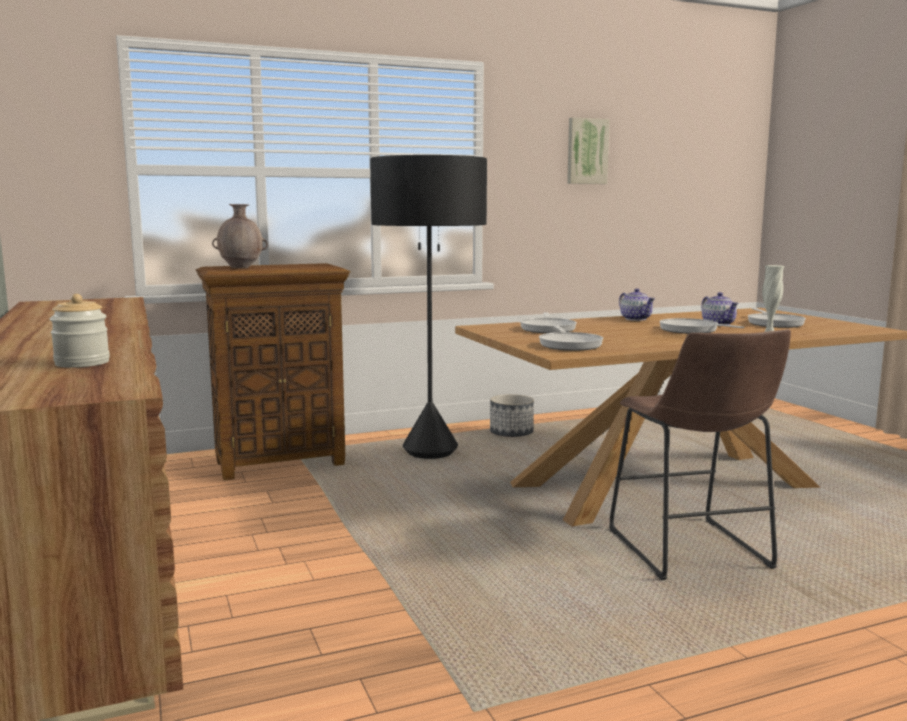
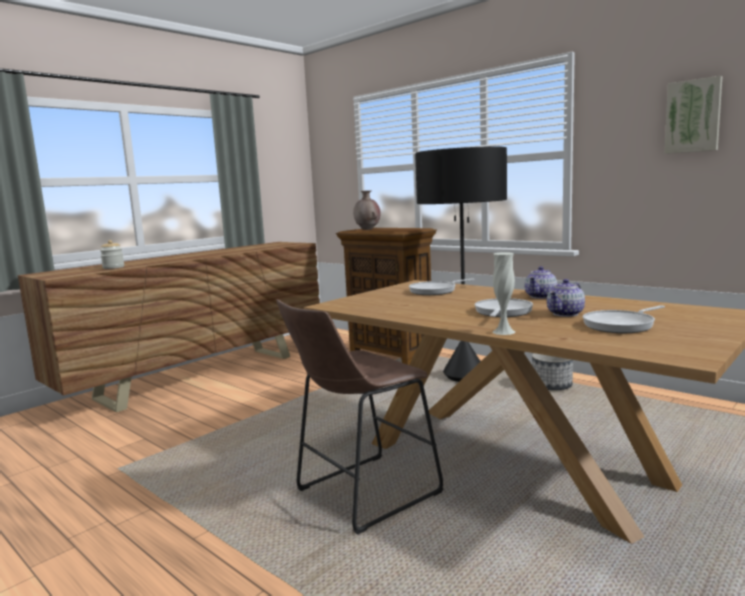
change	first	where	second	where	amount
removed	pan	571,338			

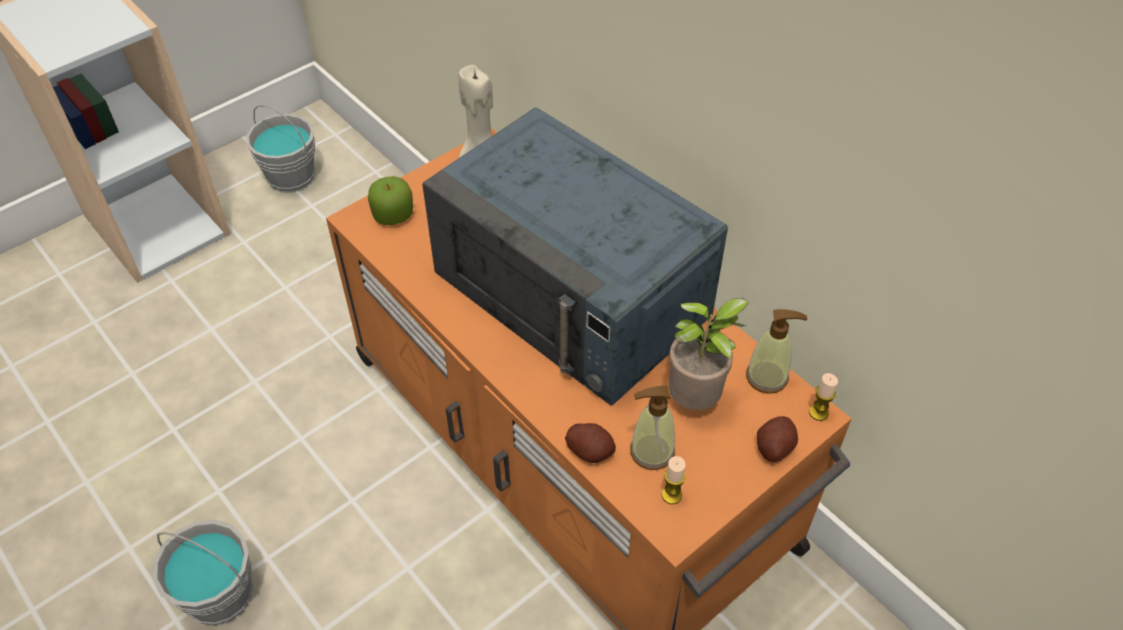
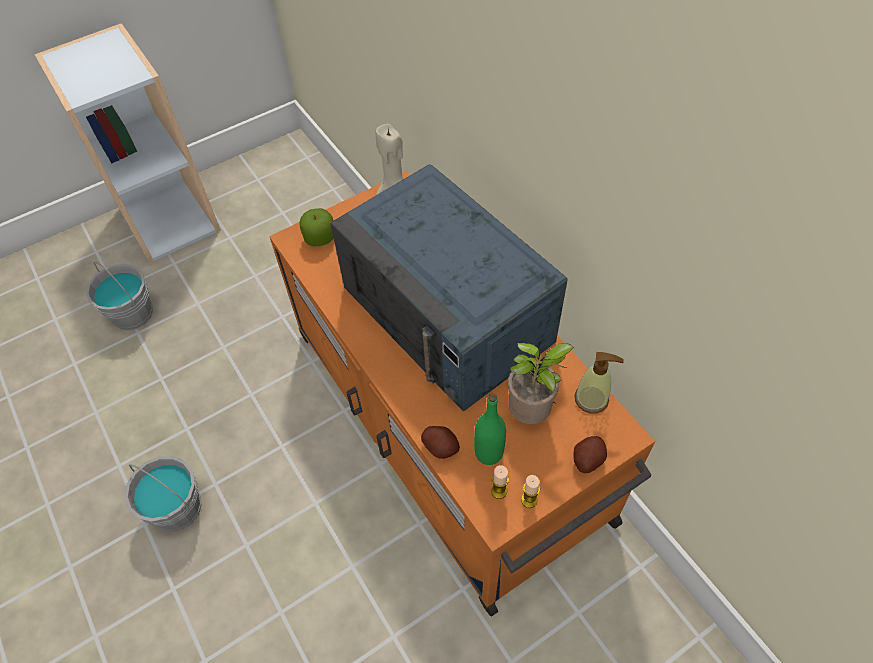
change	first	where	second	where	amount
moved	gray pail	280,149		119,295	
moved	wax light	823,397		530,491	
replaced	liquid soap bottle	652,427	green-coloured drink bottle	490,429	

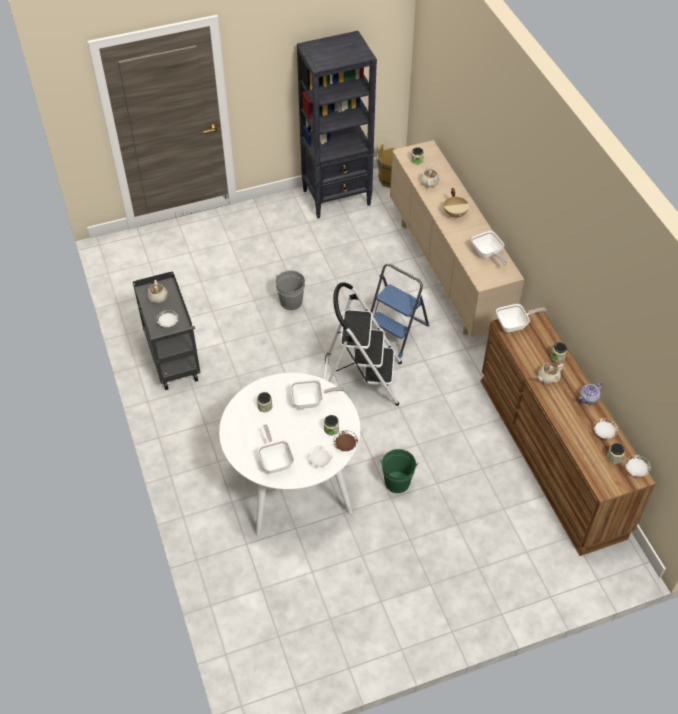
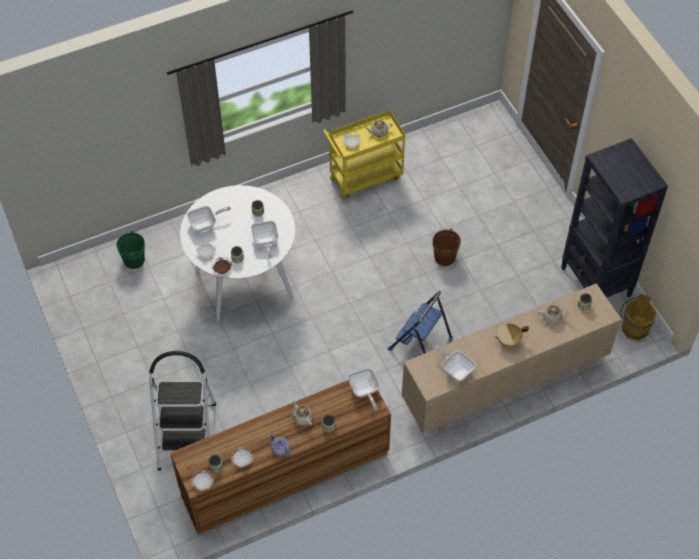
change	first	where	second	where	amount
turned	pan	489,248		454,363	75 degrees clockwise
recoloured	gray pail	291,290	brown-coloured pail	447,247	
recoloured	gray cart	167,331	yellow cart	364,155	
moved	stepladder	362,344		182,411	
moved	green-coloured pail	399,471		130,249	

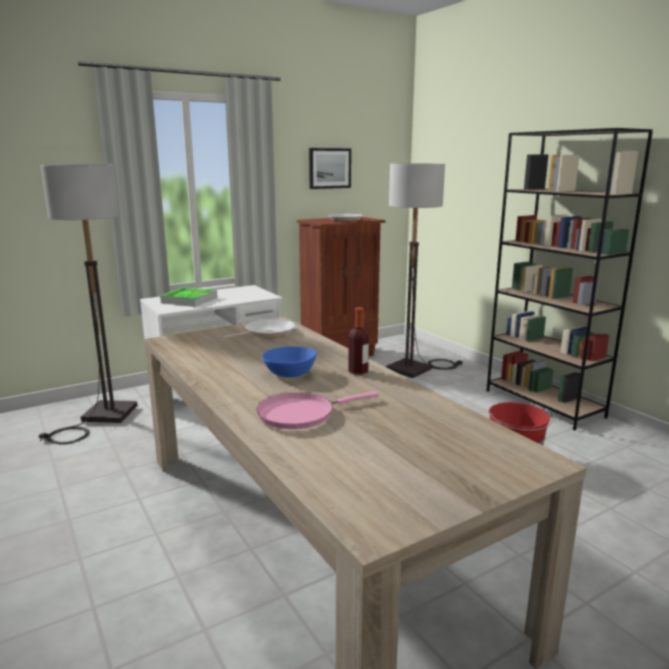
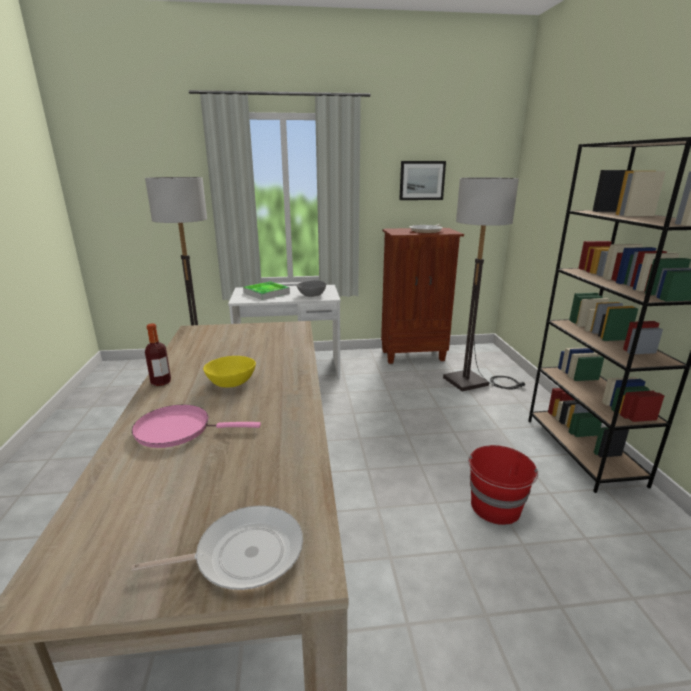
change	first	where	second	where	amount
moved	drink bottle	358,341		158,354	
moved	pan	258,329		217,548	
recoloured	blue bowl	289,362	yellow bowl	229,372	
added			gray bowl	311,288	

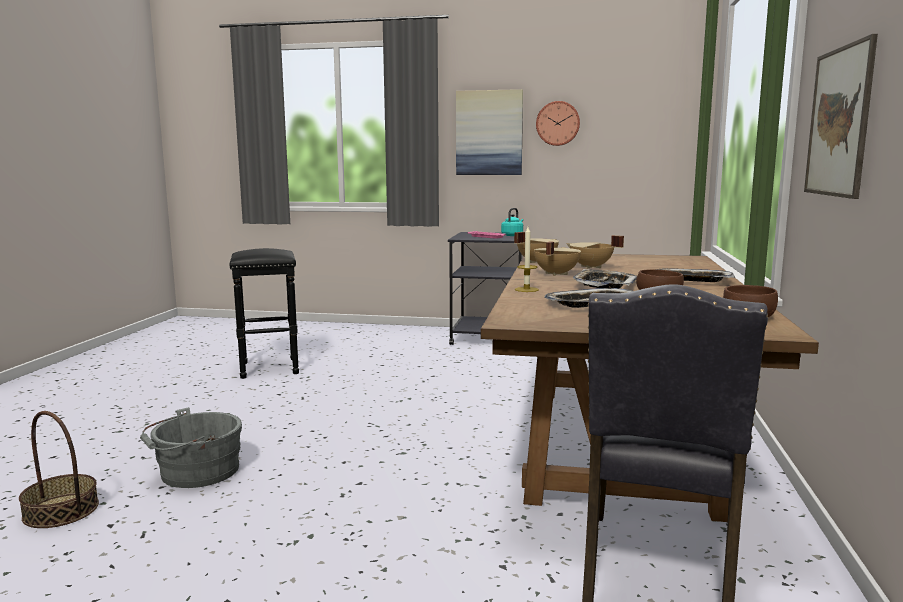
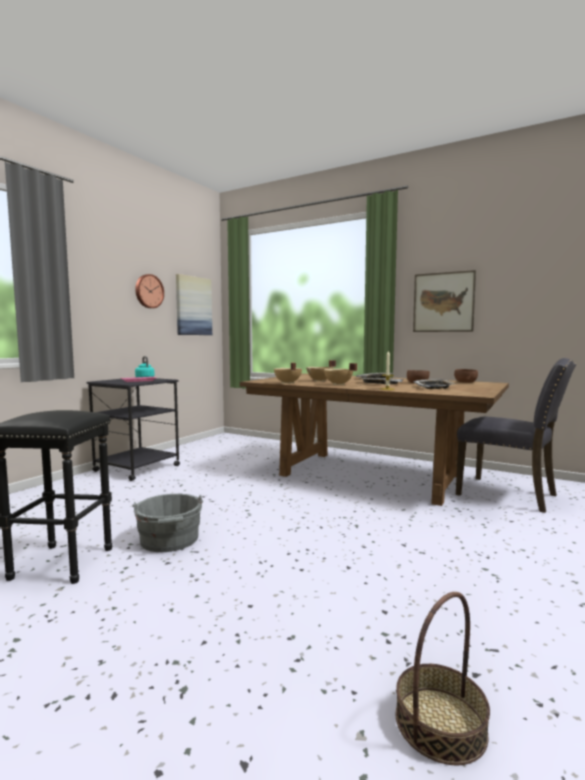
change	first	where	second	where	amount
moved	wall picture	489,132		194,304	
moved	gray pail	191,447		167,523	

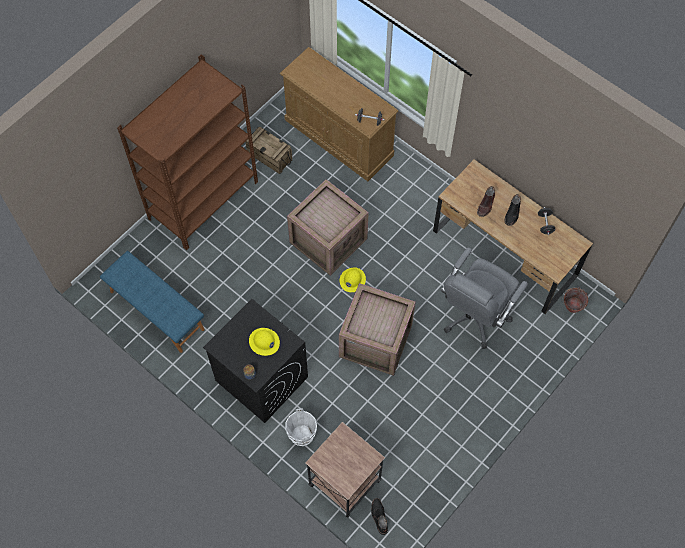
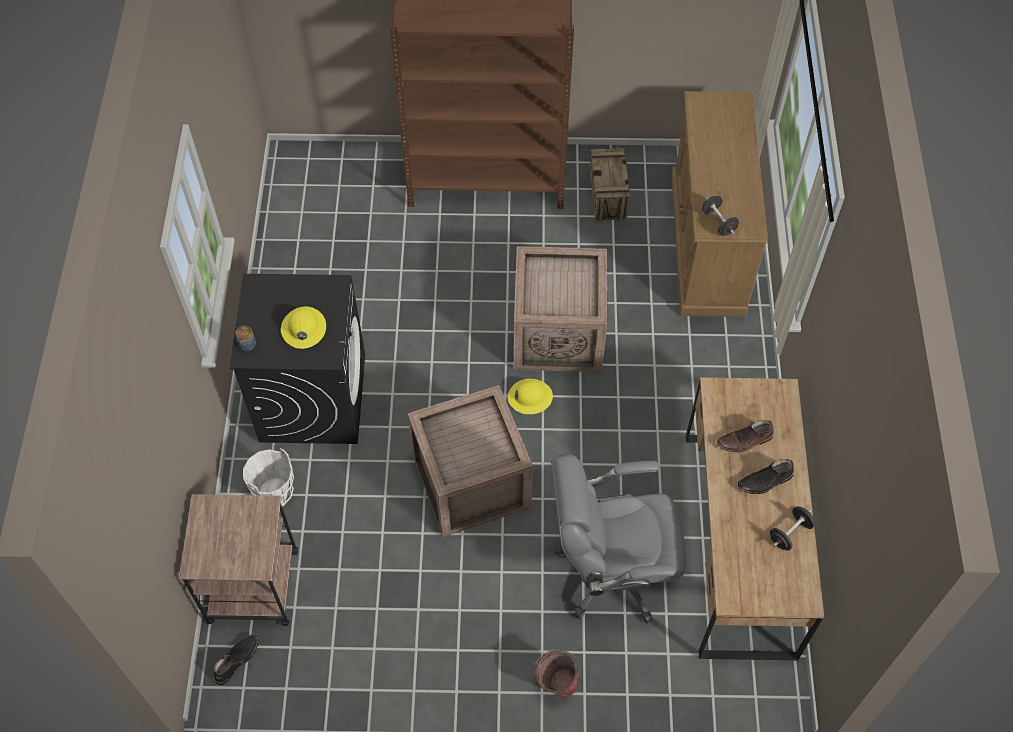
change	first	where	second	where	amount
removed	blue bench	152,302			
moved	pail	575,300		557,673	

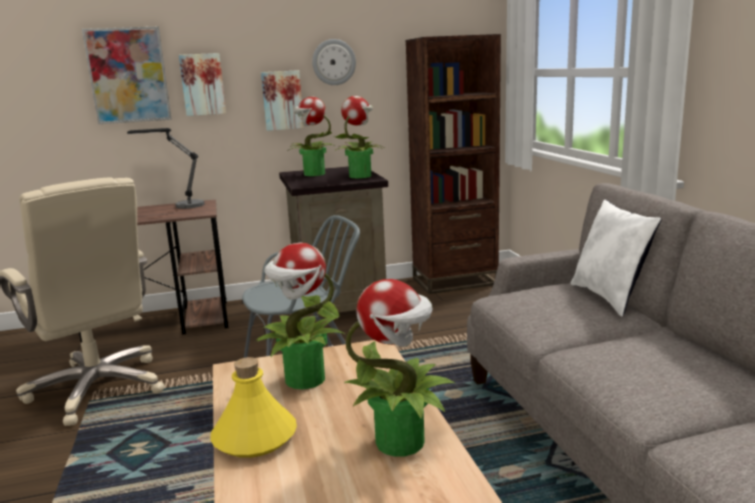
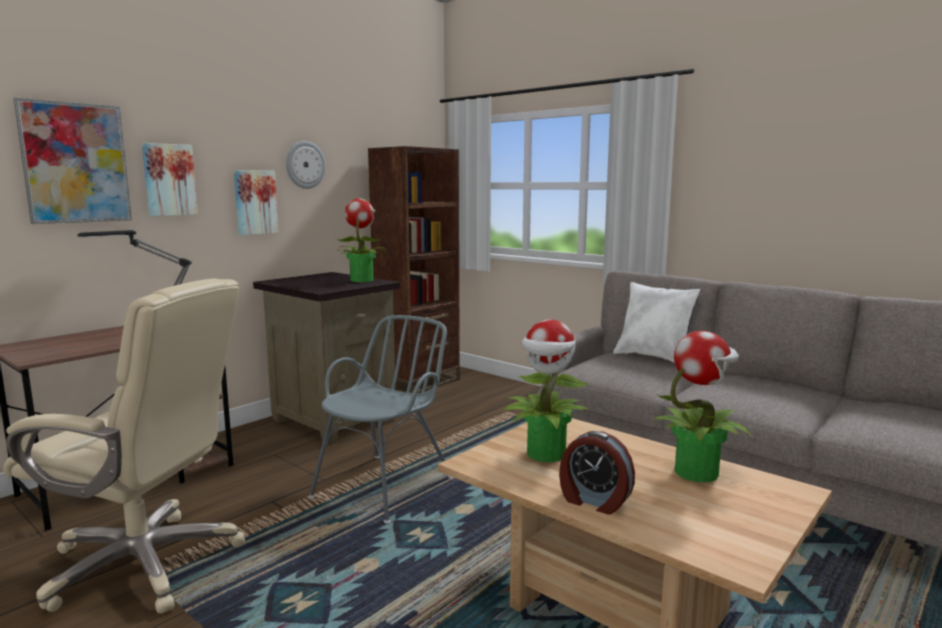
change	first	where	second	where	amount
removed	potted plant	311,136			
replaced	yellow drink bottle	253,407	alarm clock	597,473	

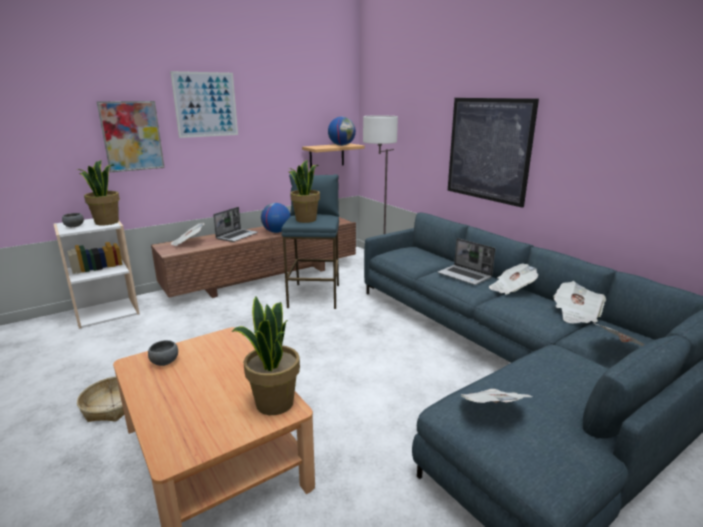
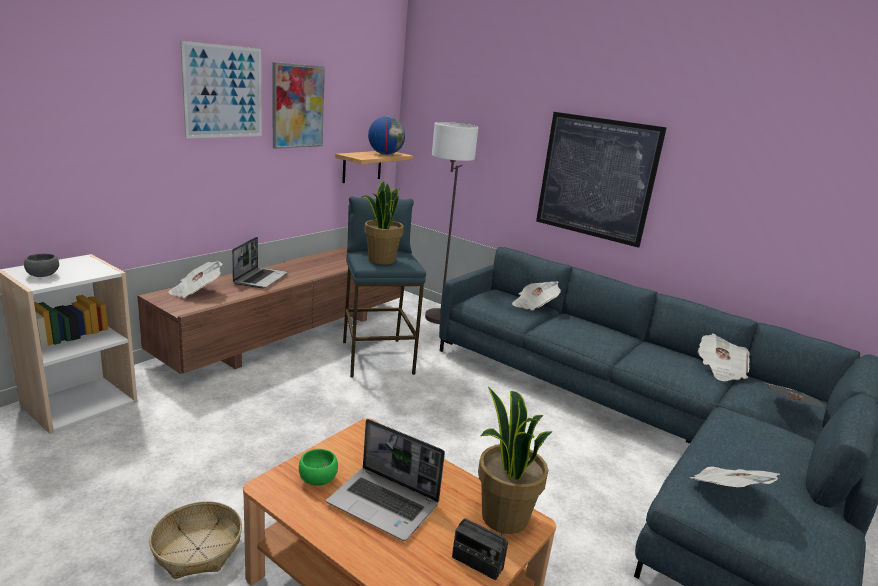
change	first	where	second	where	amount
moved	wall picture	131,136		299,105	
removed	potted plant	98,193			
removed	world globe	276,218			
moved	notebook computer	466,261		385,480	
moved	daily paper	513,279		536,295	
recoloured	gray bowl	163,353	green-coloured bowl	318,467	
added			radio set	480,548	

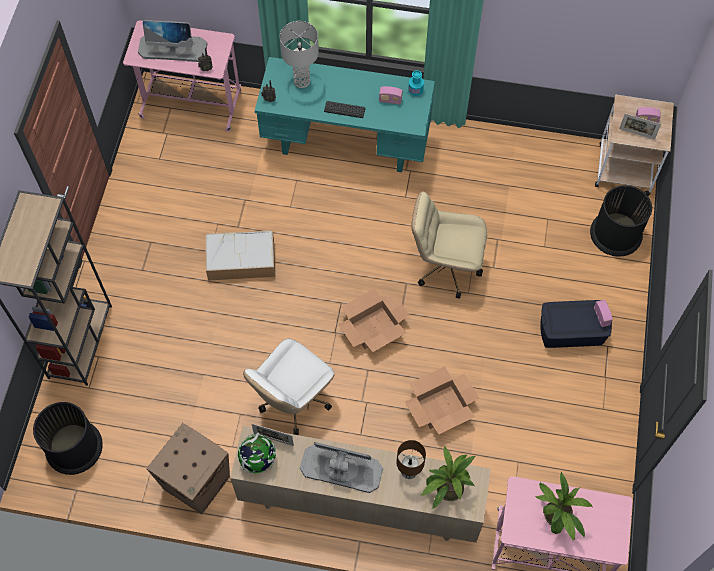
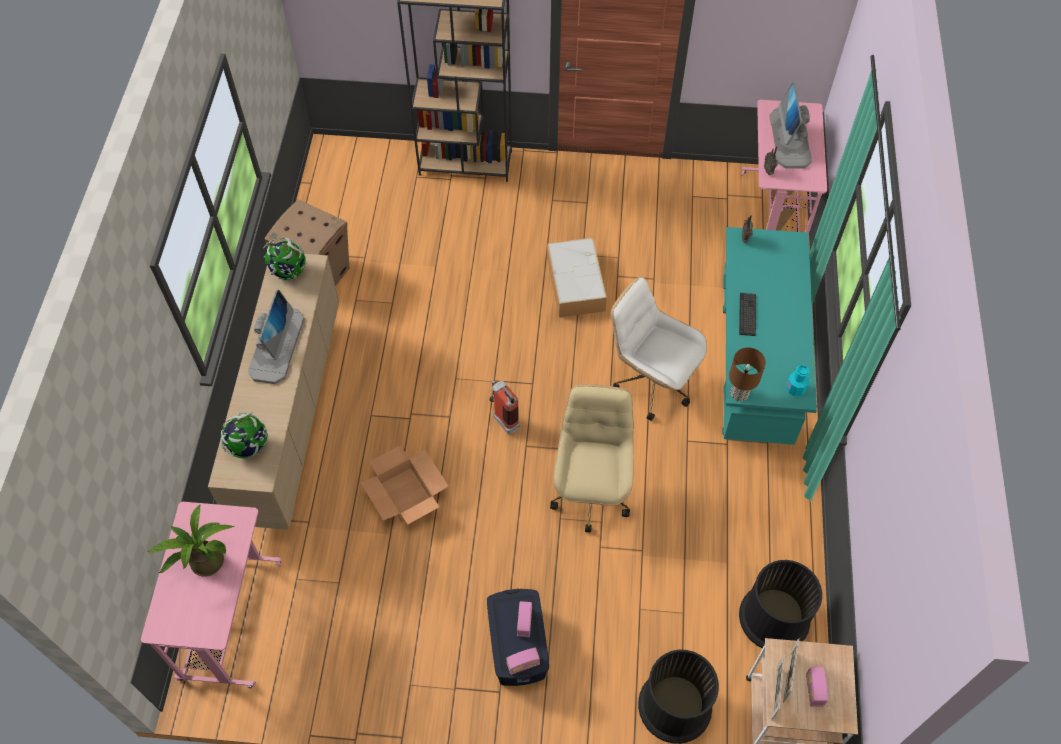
change	first	where	second	where	amount
removed	white table lamp	299,54			
moved	radio set	390,95		524,619	
replaced	packing box	373,320	fire extinguisher	504,407	
moved	white office chair	289,386		659,349	
moved	blackish trash can	68,438		780,604	
moved	standing frame	273,434		778,687	
moved	brown-coloured table lamp	411,459		747,374	
replaced	potted plant	448,478	world globe	244,435	

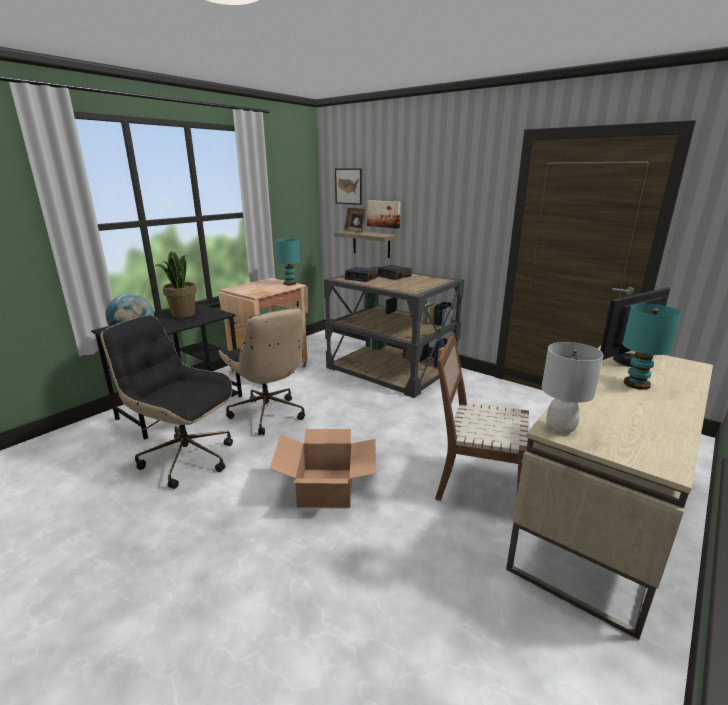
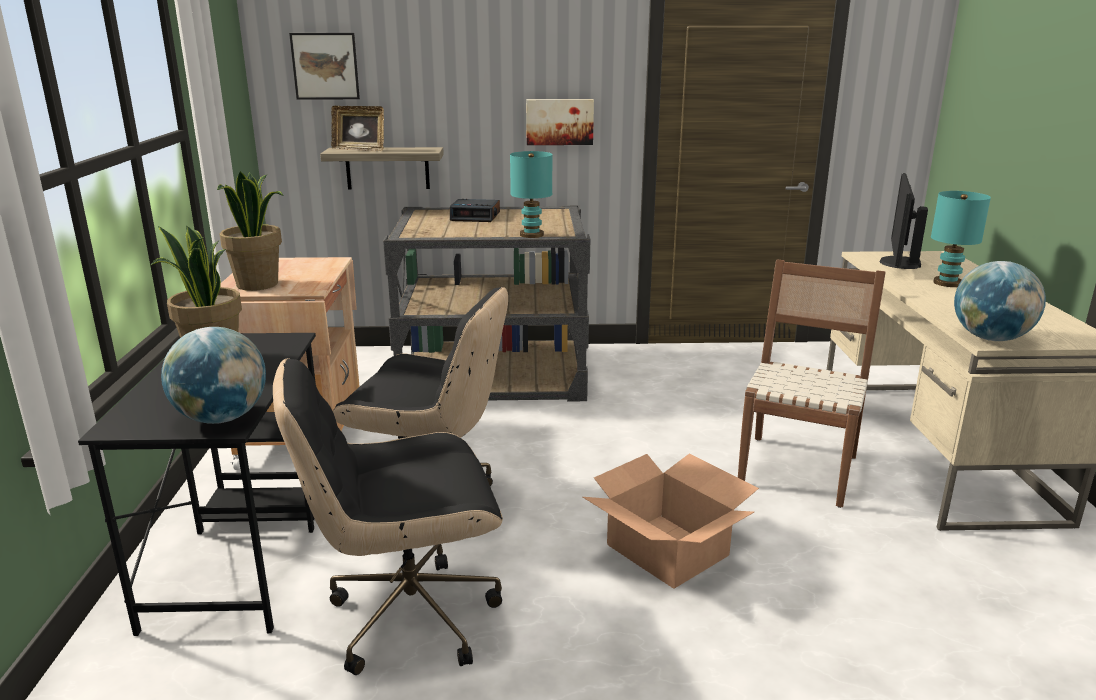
change	first	where	second	where	amount
moved	wall picture	384,214		560,122	
moved	blue-green table lamp	287,261		531,194	
removed	alarm clock	362,274			
turned	chair	482,417		811,383	135 degrees clockwise
replaced	gray table lamp	572,387	world globe	1000,301	
added			potted plant	250,231	

